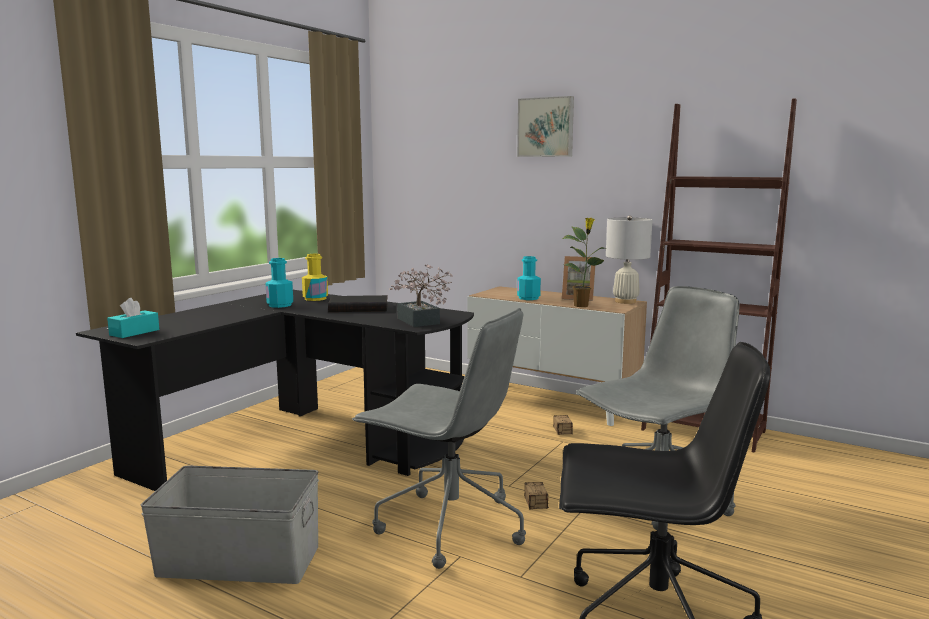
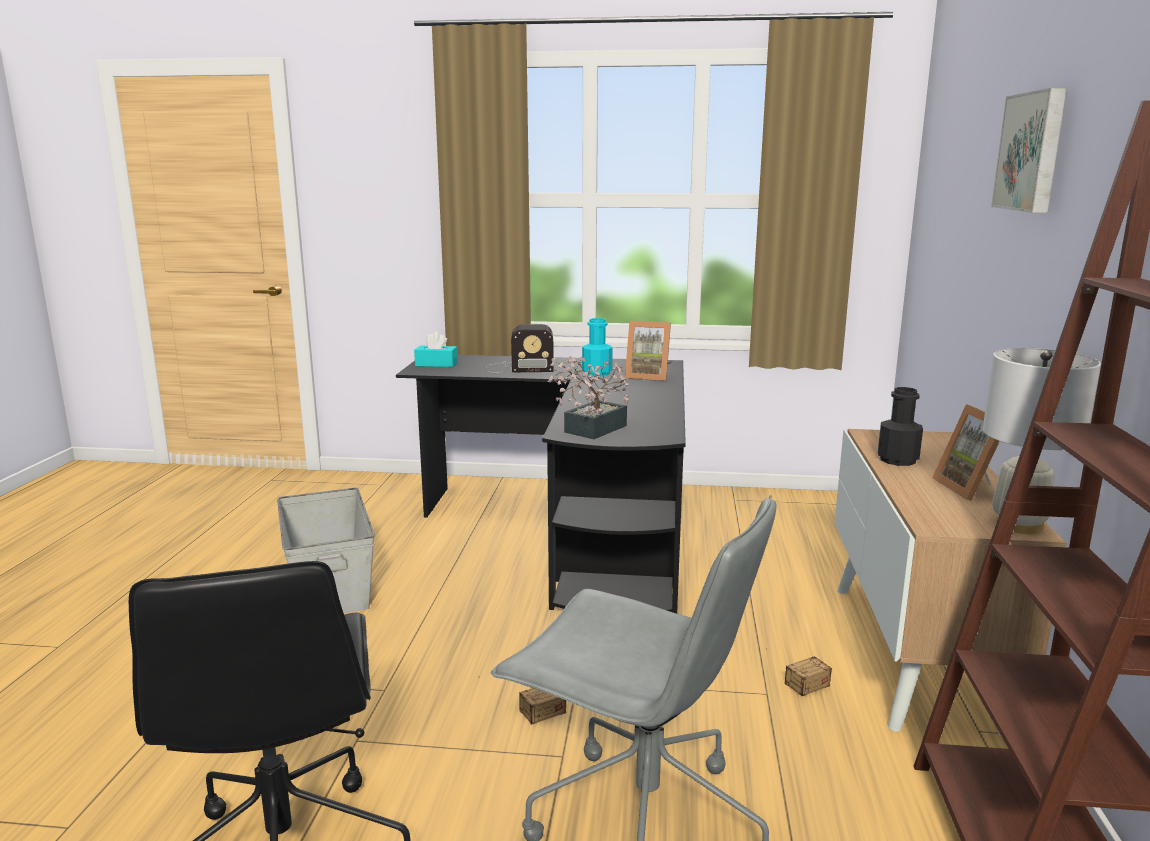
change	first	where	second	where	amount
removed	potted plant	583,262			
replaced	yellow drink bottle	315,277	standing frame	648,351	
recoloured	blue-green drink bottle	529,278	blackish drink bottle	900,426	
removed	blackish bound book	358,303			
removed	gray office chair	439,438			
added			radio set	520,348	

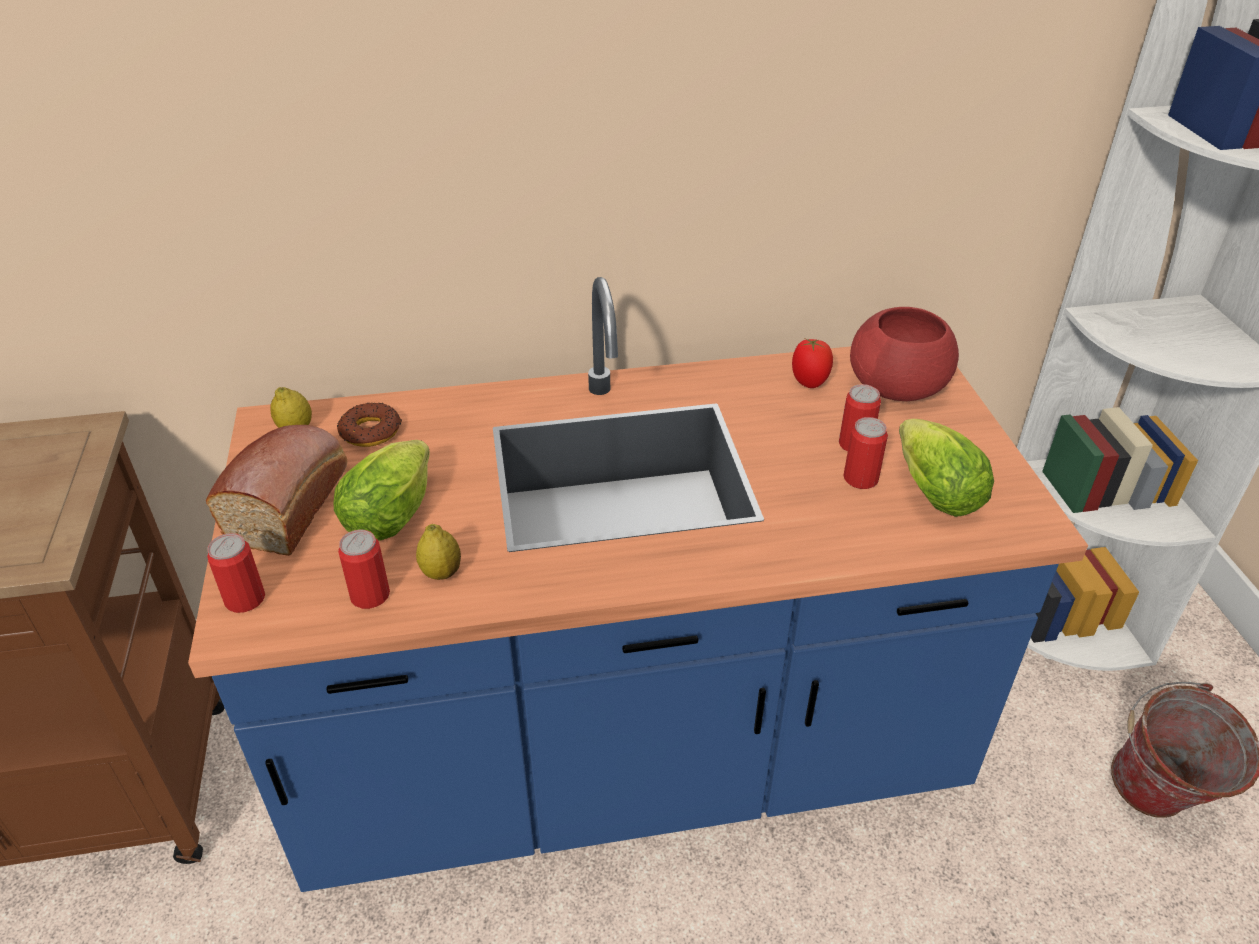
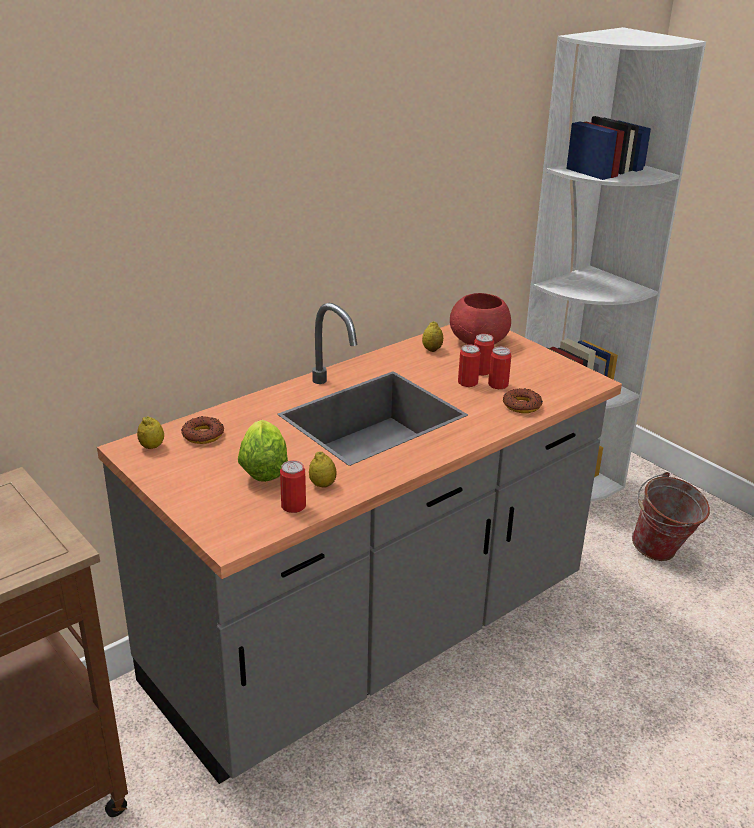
change	first	where	second	where	amount
recoloured	blue counter	638,584	gray counter	359,543	
replaced	fresh tomato	812,363	citrus fruit	432,337	
removed	lettuce	946,468			
removed	baked bread	276,490			
moved	metal can	236,573		469,365	
added			ring doughnut	523,400	

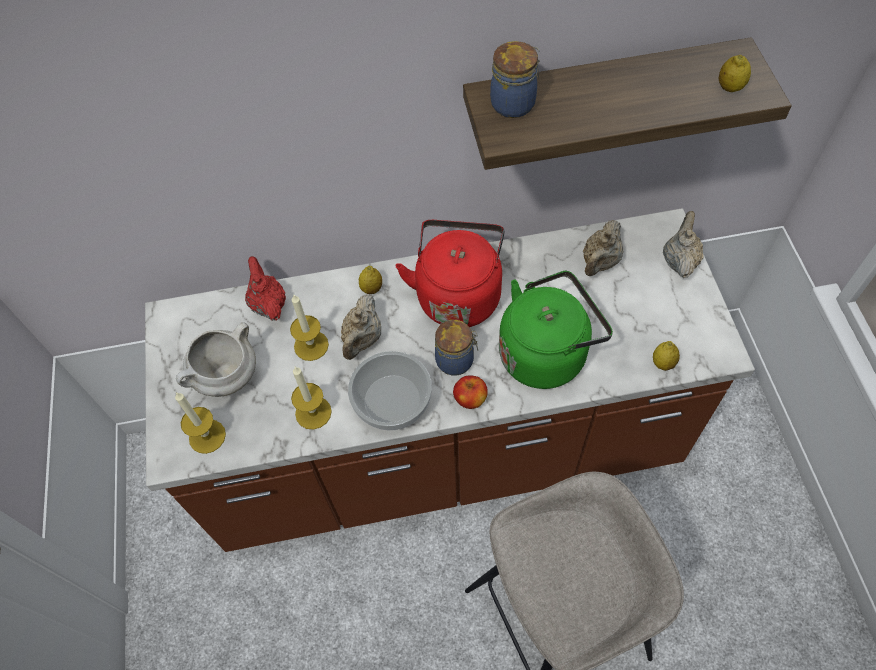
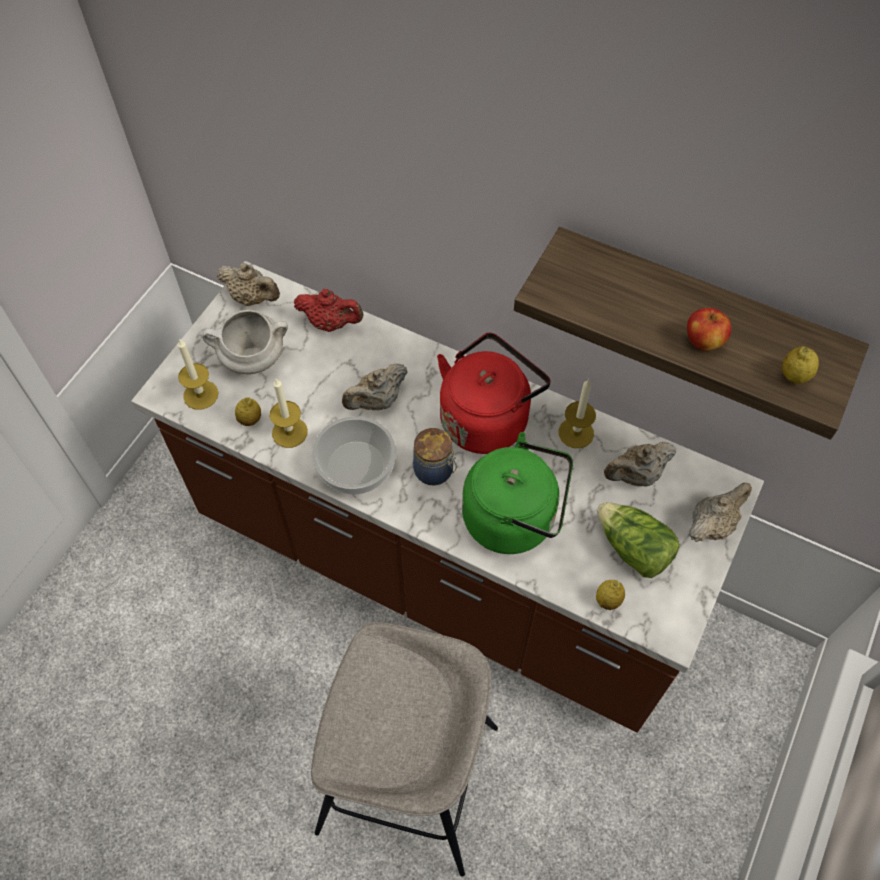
change	first	where	second	where	amount
removed	jar	515,79			
turned	red-coloured tea pot	265,288		329,310	90 degrees clockwise
moved	citrus fruit	370,280		248,411	
moved	wax light	309,328		577,413	
moved	apple fruit	470,392		709,329	
added			sand-coloured tea pot	248,284	
added			lettuce	638,540	

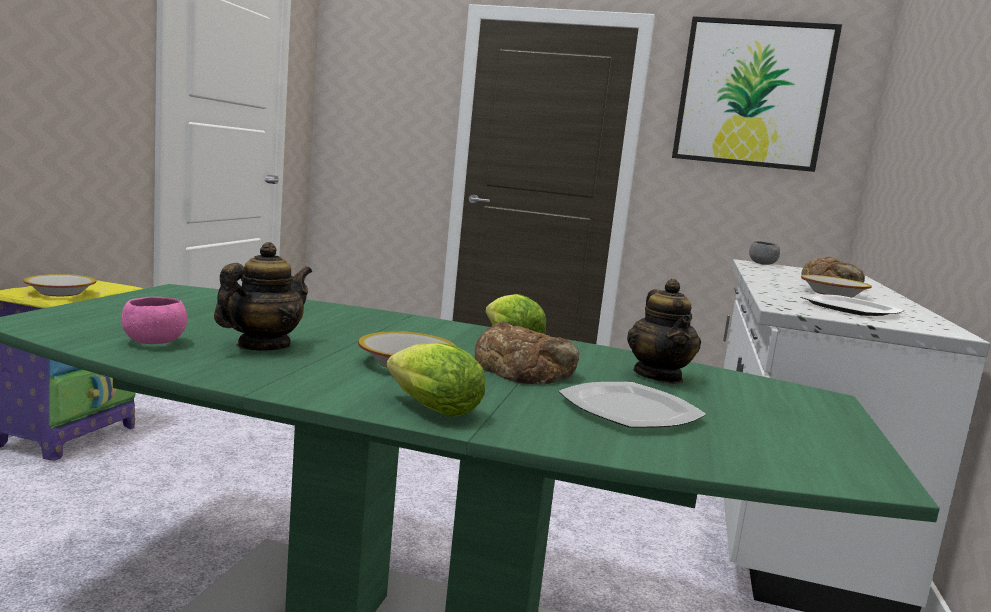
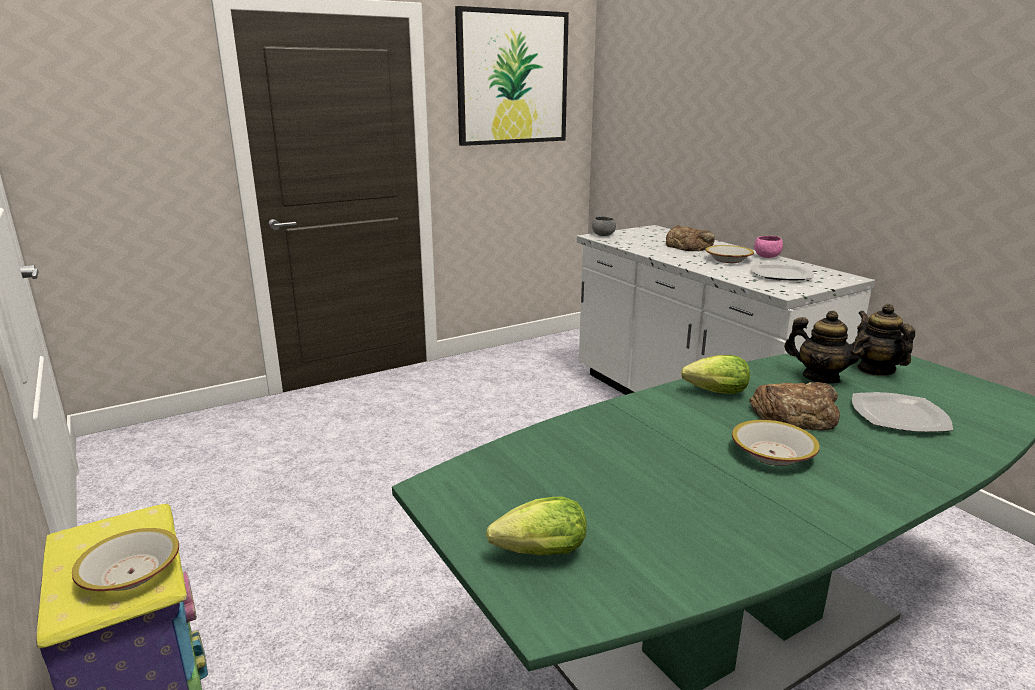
change	first	where	second	where	amount
moved	tea pot	263,296		885,340	
moved	pink bowl	154,320		768,247	
moved	lettuce	435,379		536,526	

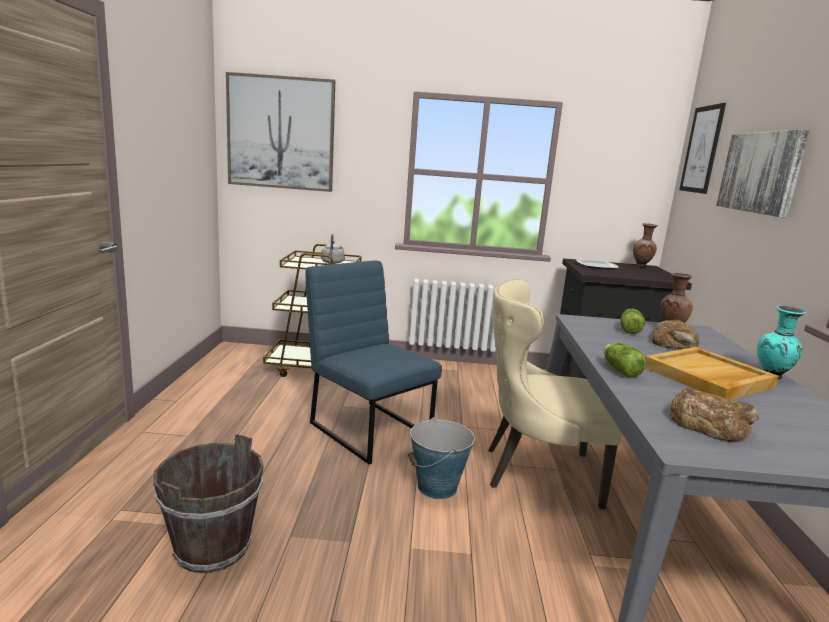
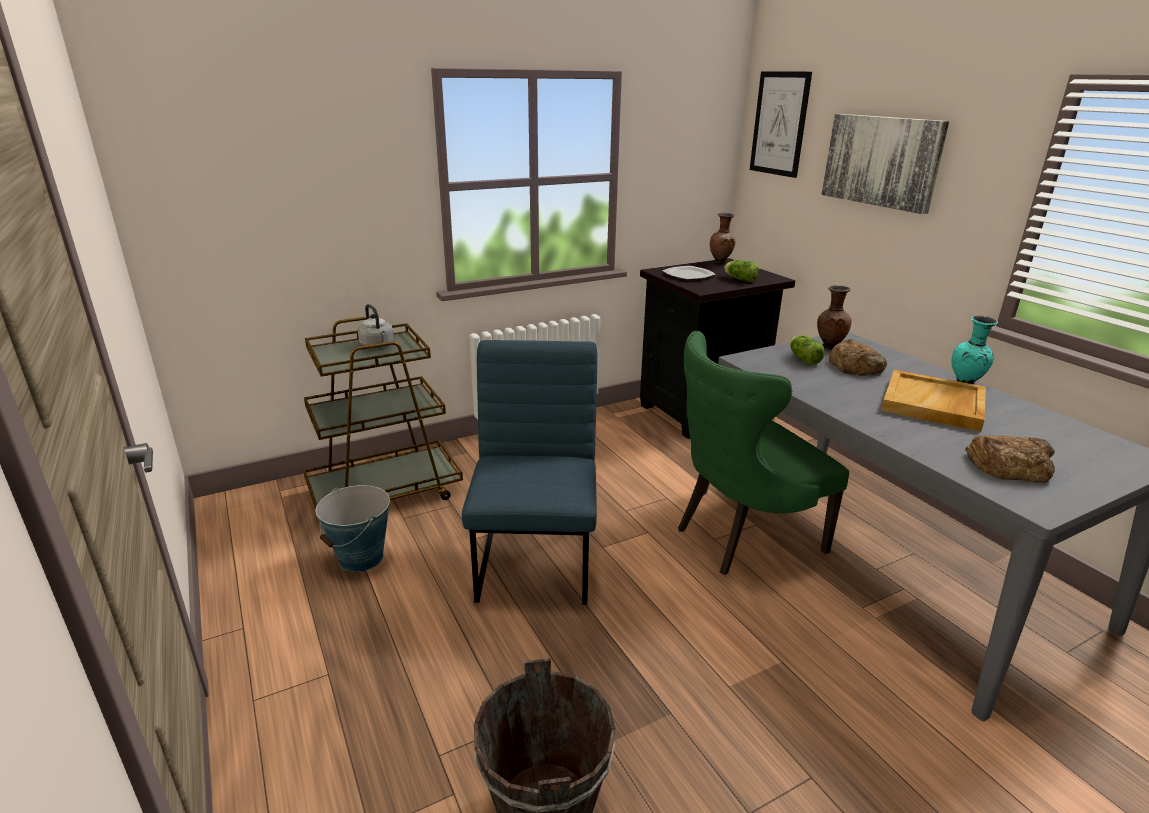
change	first	where	second	where	amount
removed	wall picture	280,132			
turned	blue chair	374,362		529,472	75 degrees clockwise
recoloured	sand-coloured chair	555,394	green-coloured chair	763,453	
moved	lettuce	624,360		741,271	
moved	pail	441,458		353,528	

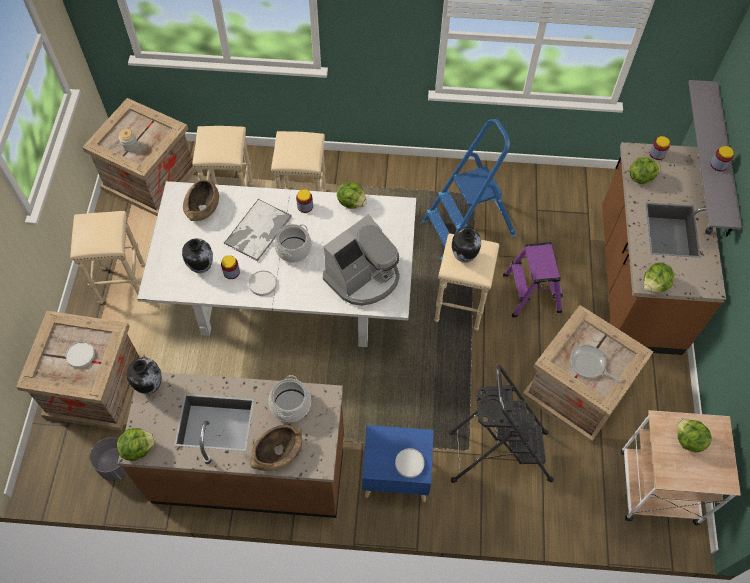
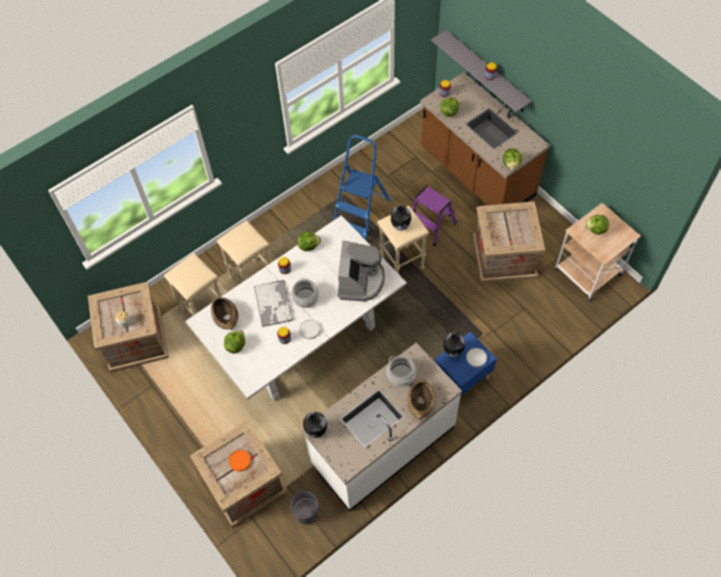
change	first	where	second	where	amount
removed	sand-coloured stool seat	107,257			
moved	vase	197,255		454,345	
recoloured	white plate	80,354	orangey plate	240,461	
removed	pan	595,363			
removed	stepladder	501,424			
recoloured	brown-coloured counter	231,445	white counter	381,427	
moved	lettuce	137,444		234,342	

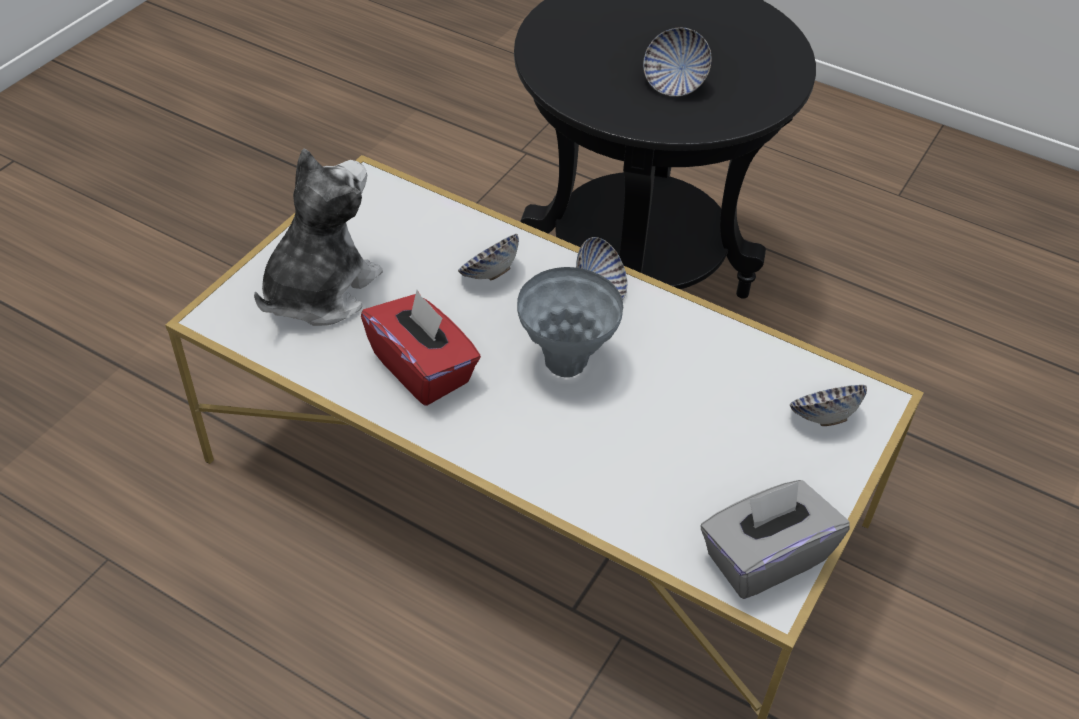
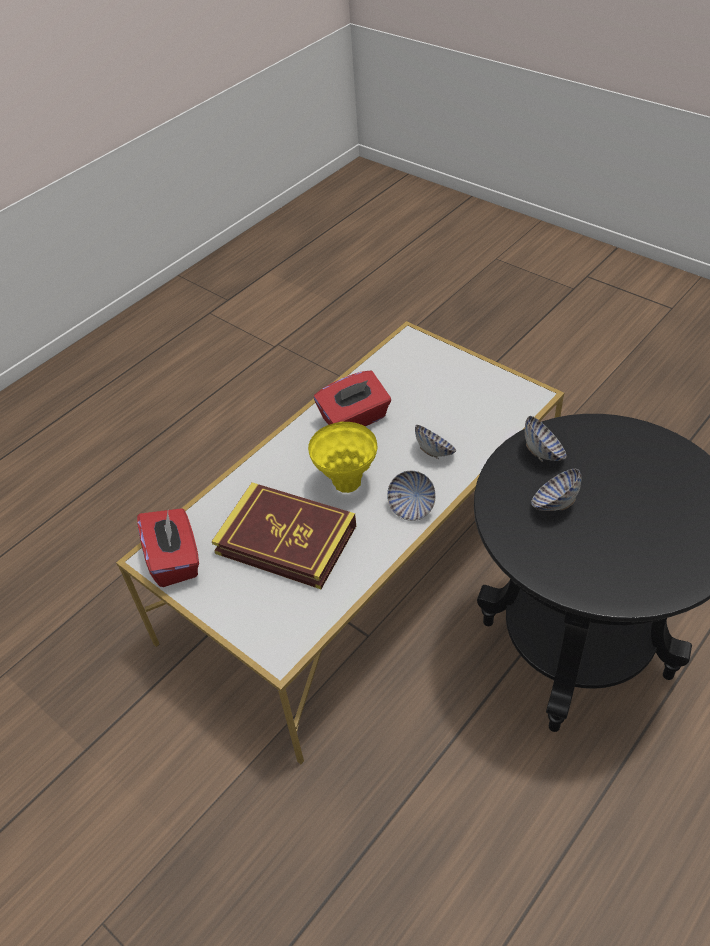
change	first	where	second	where	amount
removed	soft toy	318,237			
recoloured	gray vase	570,322	yellow vase	342,457	
moved	bowl	828,405		545,439	
recoloured	gray tissue holder	775,539	red-coloured tissue holder	168,547	
added			bound book	284,535	

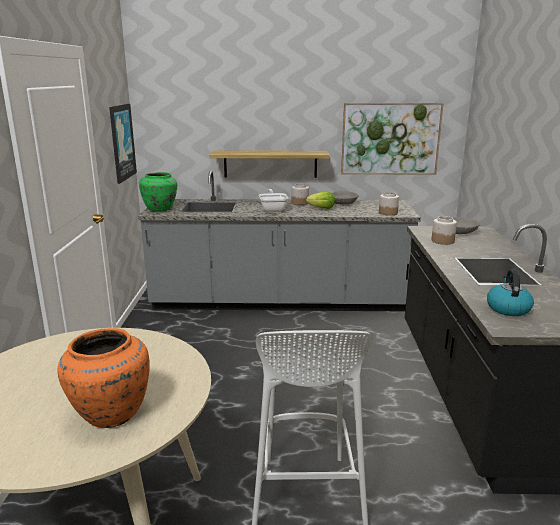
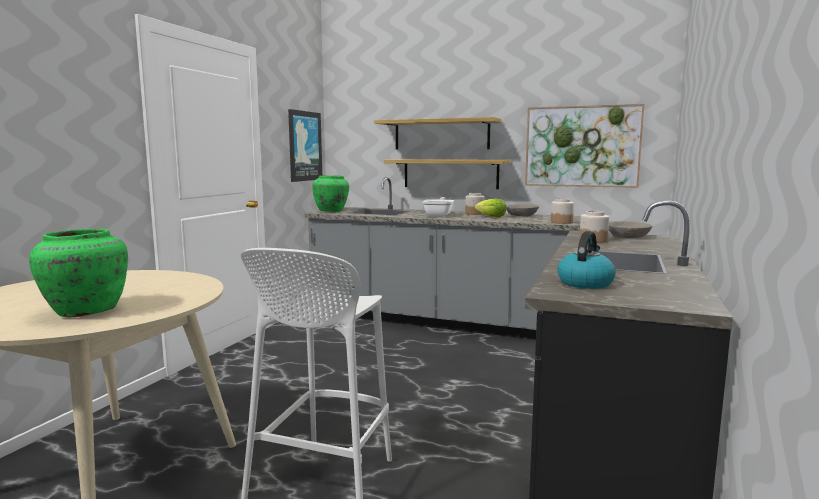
change	first	where	second	where	amount
recoloured	orangey vase	103,378	green-coloured vase	78,273	
added			bracket shelf	437,133	

